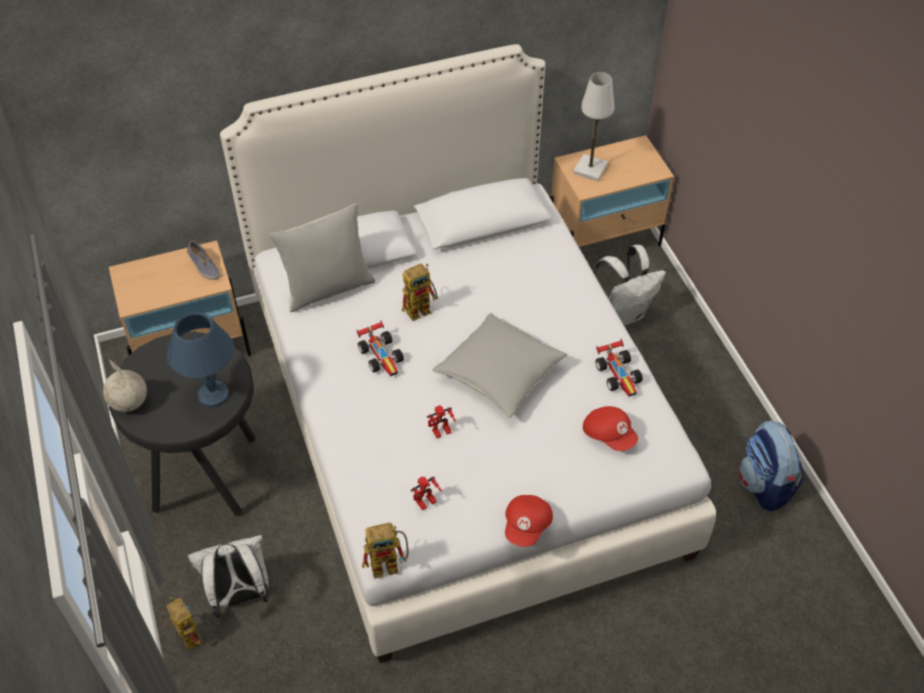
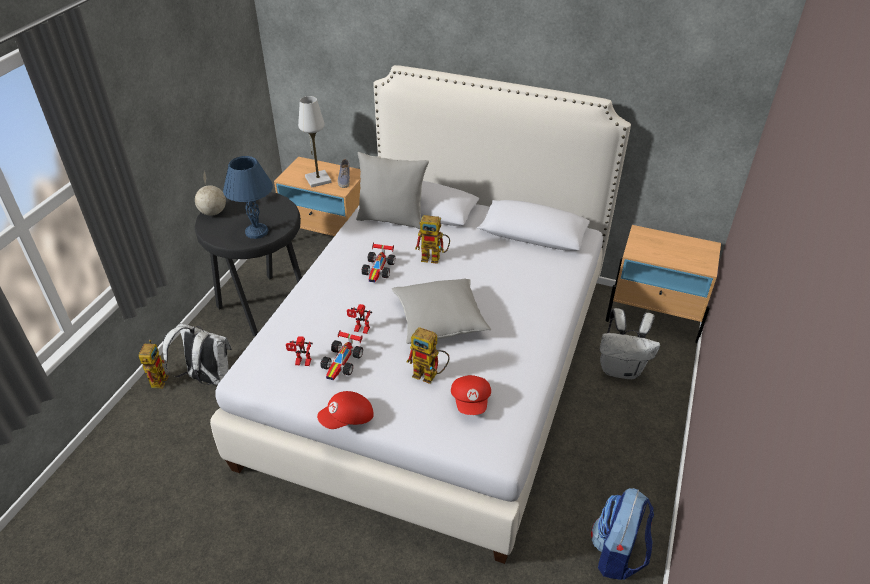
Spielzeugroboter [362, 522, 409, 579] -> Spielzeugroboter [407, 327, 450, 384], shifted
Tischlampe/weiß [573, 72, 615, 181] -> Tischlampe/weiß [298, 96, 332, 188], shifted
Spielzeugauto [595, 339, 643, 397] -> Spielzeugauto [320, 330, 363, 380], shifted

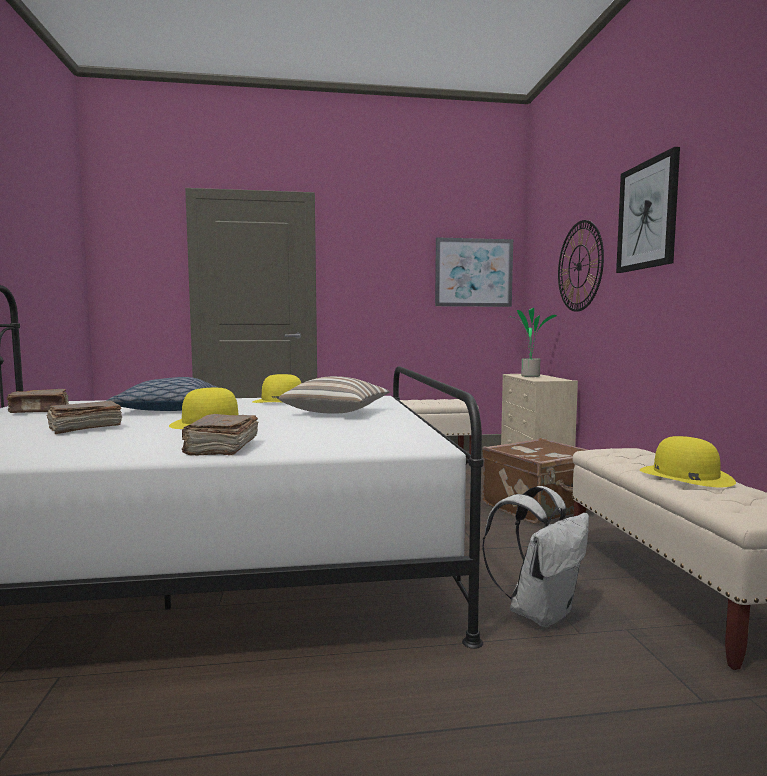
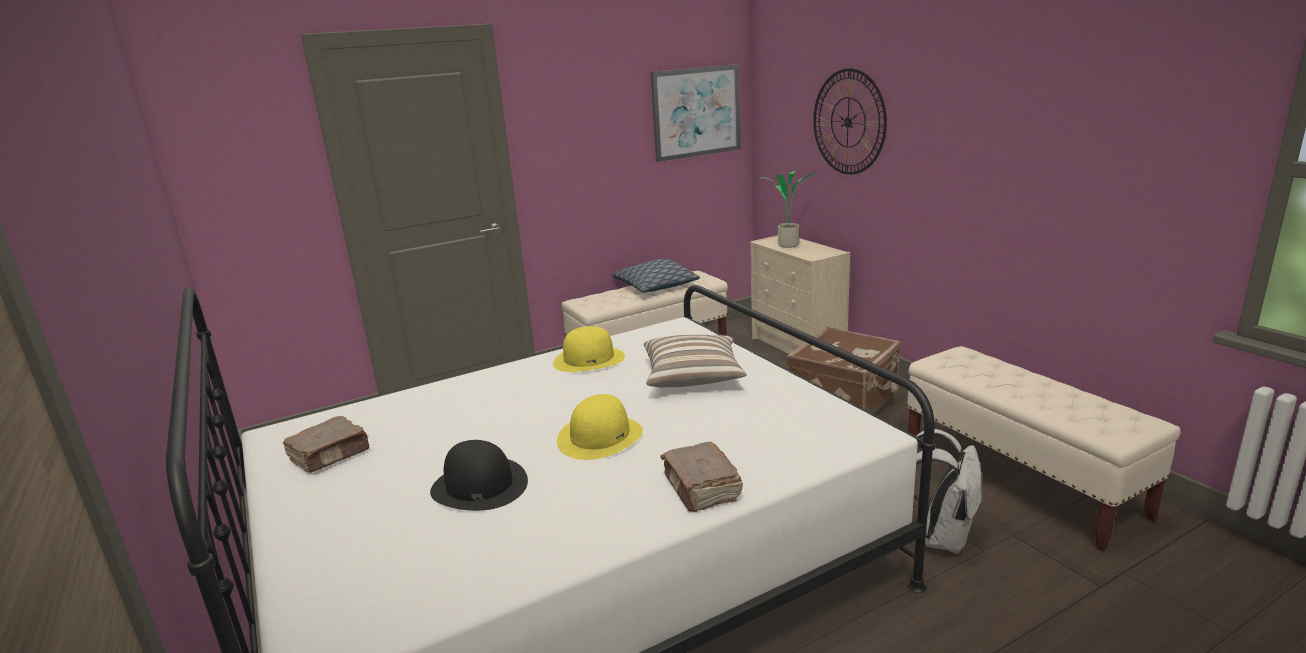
Buch/braun [47, 401, 122, 434] -> Hut/schwarz [430, 440, 528, 511]
Kissen [106, 377, 218, 411] -> Kissen [612, 259, 700, 293], shifted
Bild [616, 147, 680, 273] -> none
Hut/gelb [640, 436, 736, 487] -> none

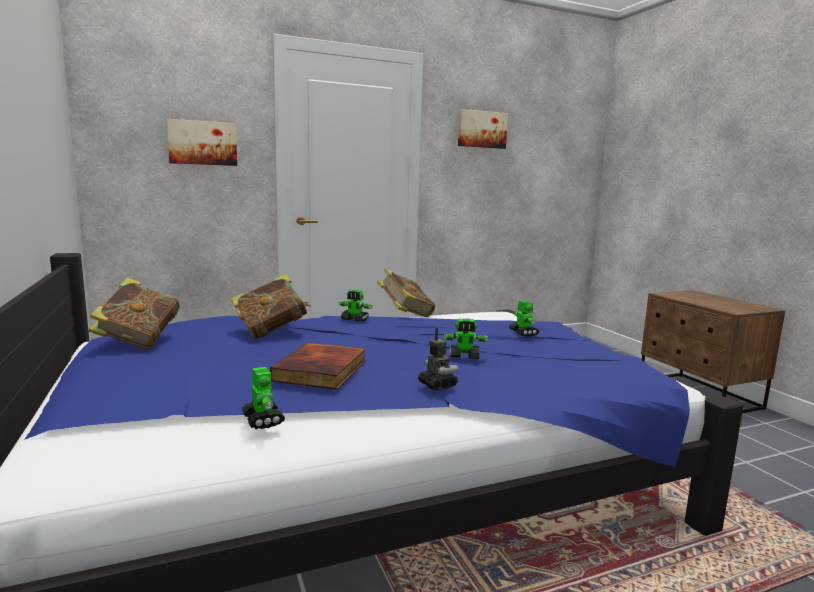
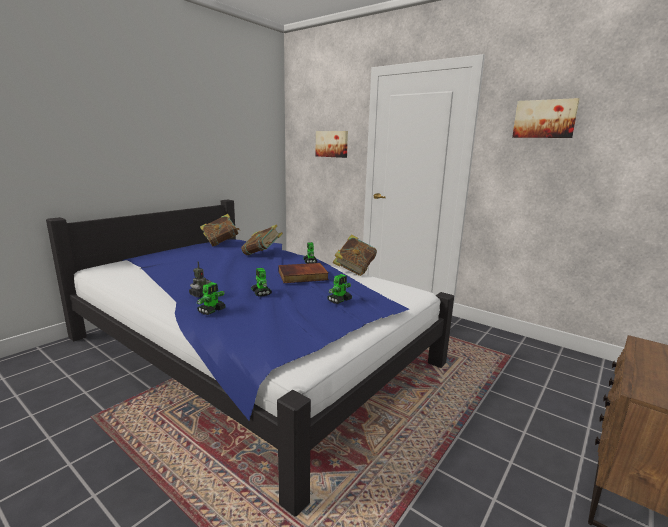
Spielzeugroboter [242, 367, 285, 429] -> Spielzeugroboter [196, 282, 226, 315], shifted
Buch [270, 343, 366, 390] -> Buch [278, 263, 329, 283], shifted

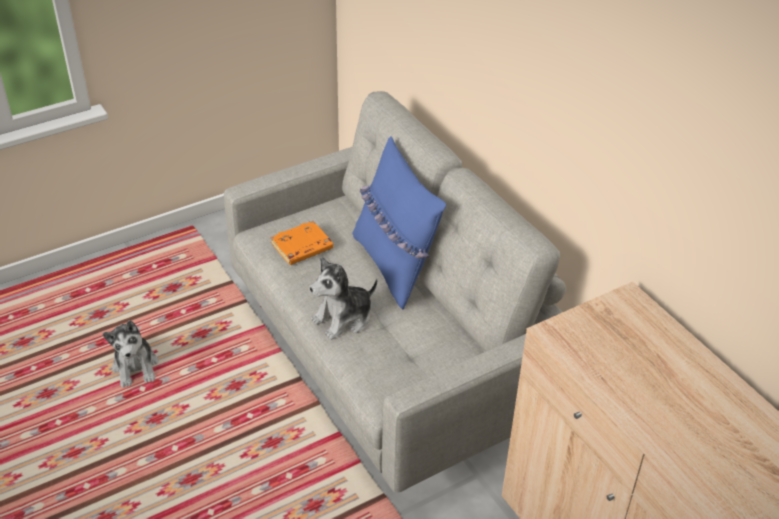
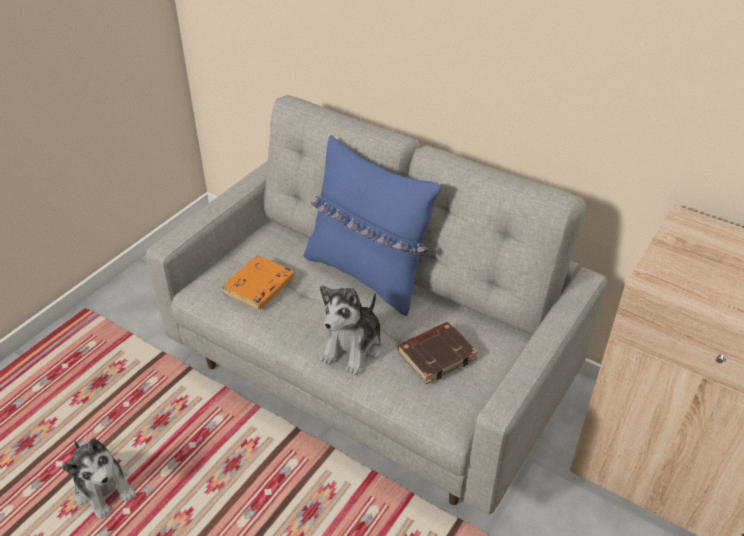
none -> Buch/braun [397, 322, 478, 384]

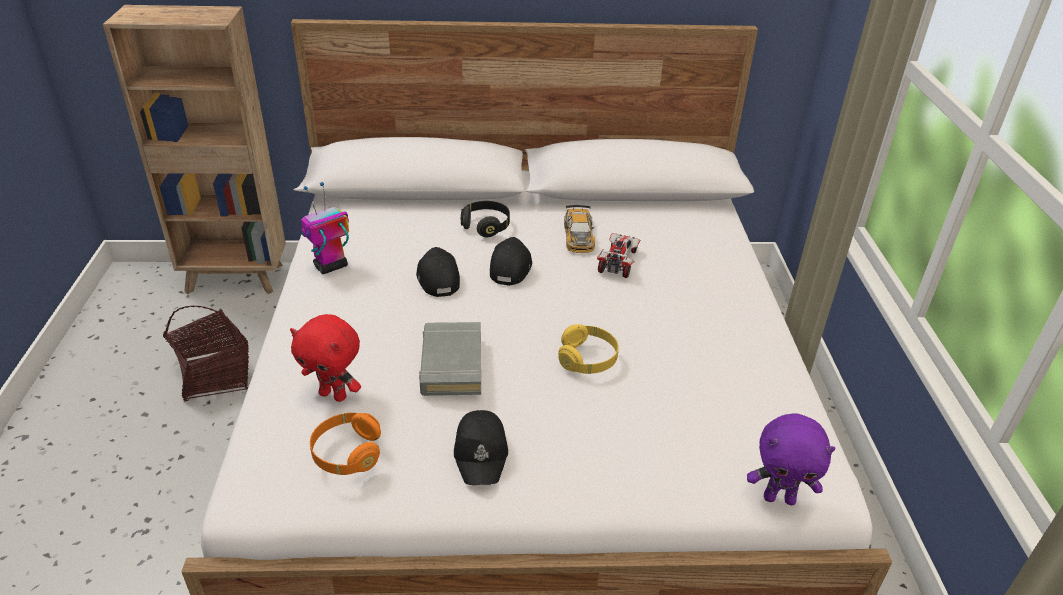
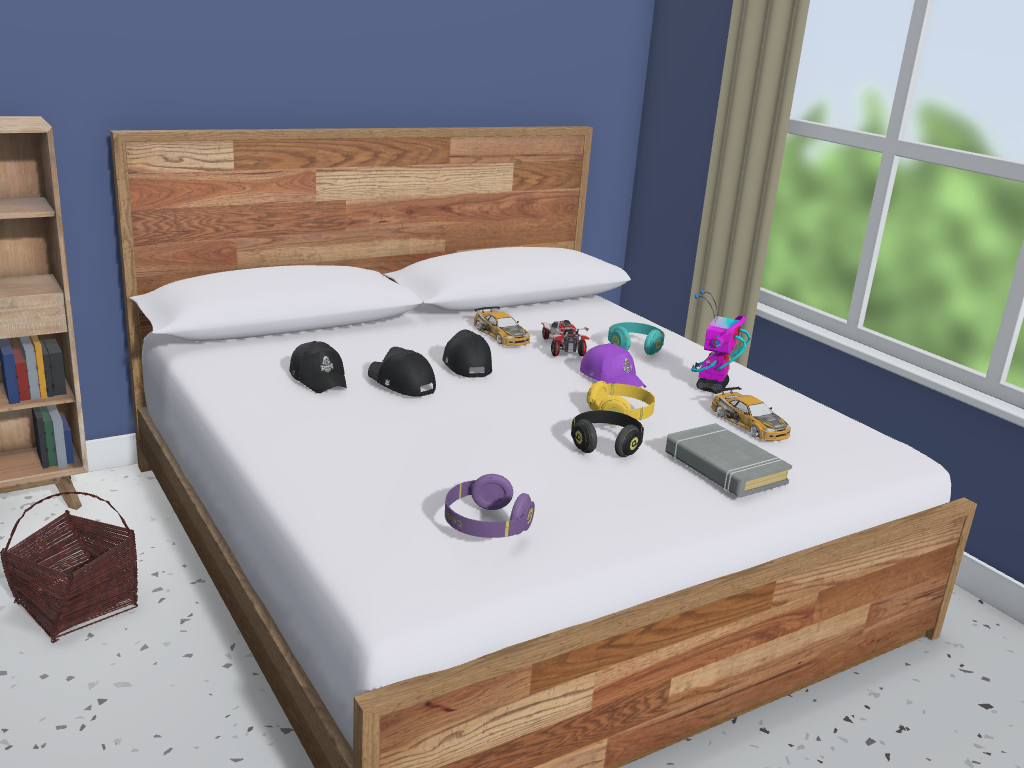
Plüschtier/rot [290, 314, 361, 402] -> none
Spielzeugroboter [301, 182, 349, 274] -> Spielzeugroboter [691, 290, 751, 393], shifted
Kopfhörer/orange [310, 412, 381, 475] -> Kopfhörer/lila [445, 474, 535, 538]
Buch/grau [419, 322, 481, 396] -> Buch/grau [665, 423, 792, 498], shifted
Kappe/schwarz [454, 410, 508, 485] -> Kappe/schwarz [289, 341, 347, 393], shifted
Kopfhörer/schwarz [461, 201, 510, 237] -> Kopfhörer/schwarz [571, 410, 644, 457], shifted
Plüschtier/lila [747, 414, 835, 505] -> none
none -> Kappe/lila [580, 343, 646, 388]
none -> Kopfhörer/türkis [608, 322, 665, 355]
none -> Spielzeugauto [711, 387, 791, 441]

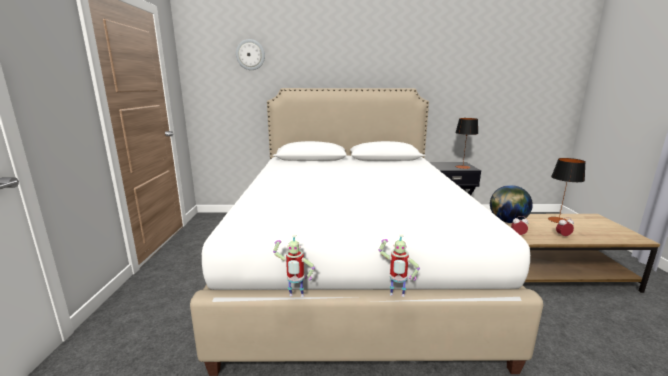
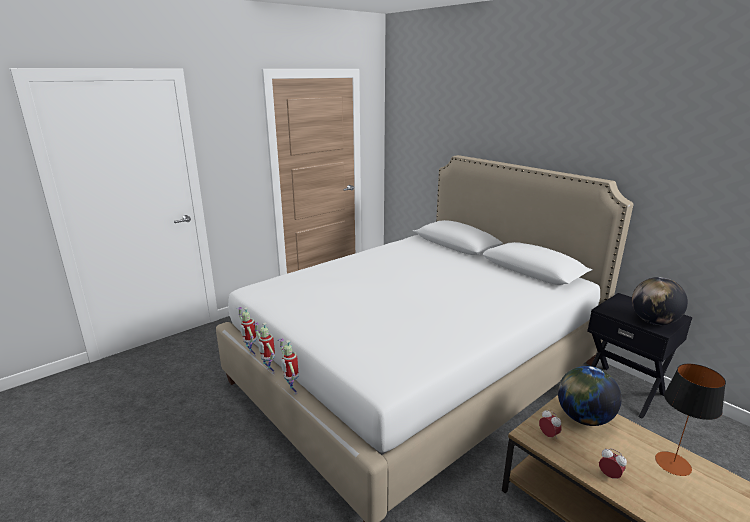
Wanduhr [236, 39, 265, 70] -> none
Tischlampe [455, 118, 478, 169] -> Globus [632, 277, 688, 325]
none -> Spielzeugroboter [253, 323, 275, 374]

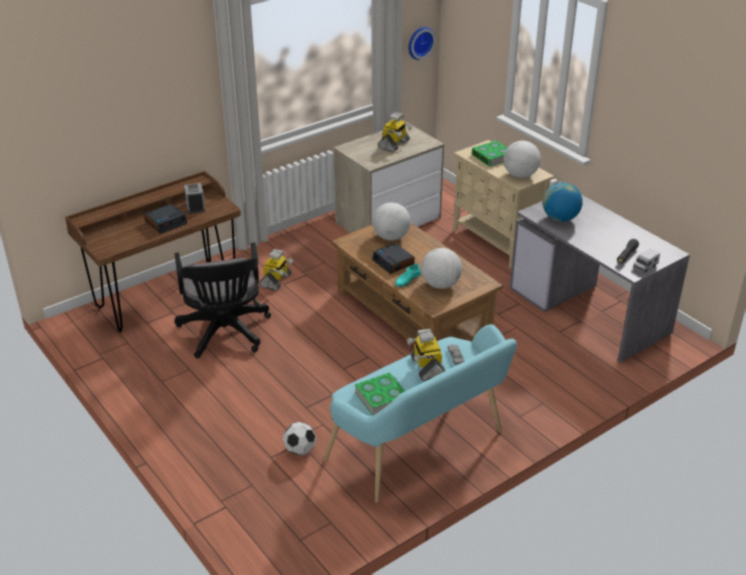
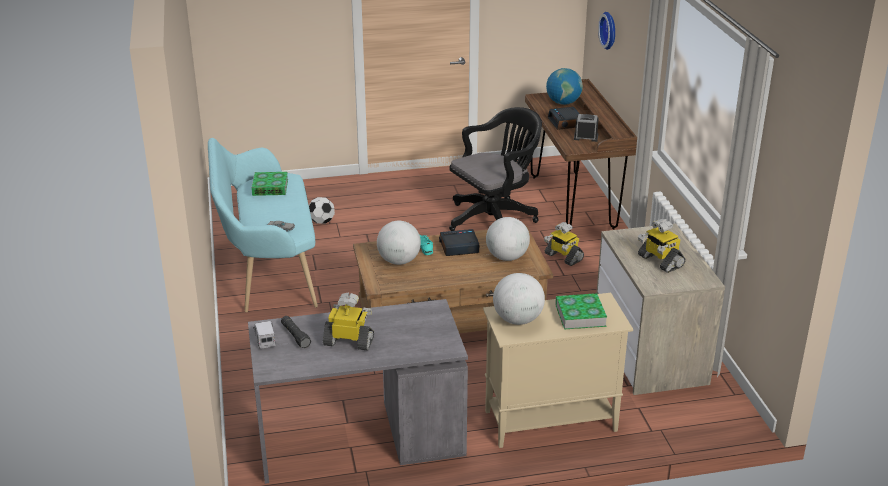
Bürostuhl/schwarz [174, 243, 271, 358] -> Bürostuhl/schwarz [449, 107, 542, 231], 135 degrees clockwise
Spielzeugroboter [407, 329, 445, 381] -> Spielzeugroboter [323, 293, 374, 351], shifted
Wanduhr [408, 27, 436, 60] -> Wanduhr [598, 12, 615, 50], shifted
Globus [543, 182, 583, 222] -> Globus [546, 68, 583, 105], shifted

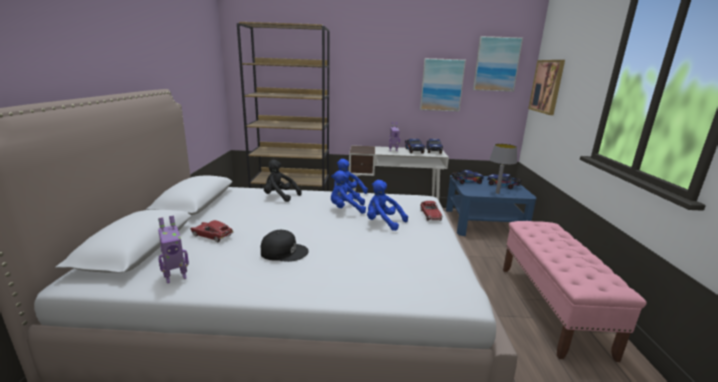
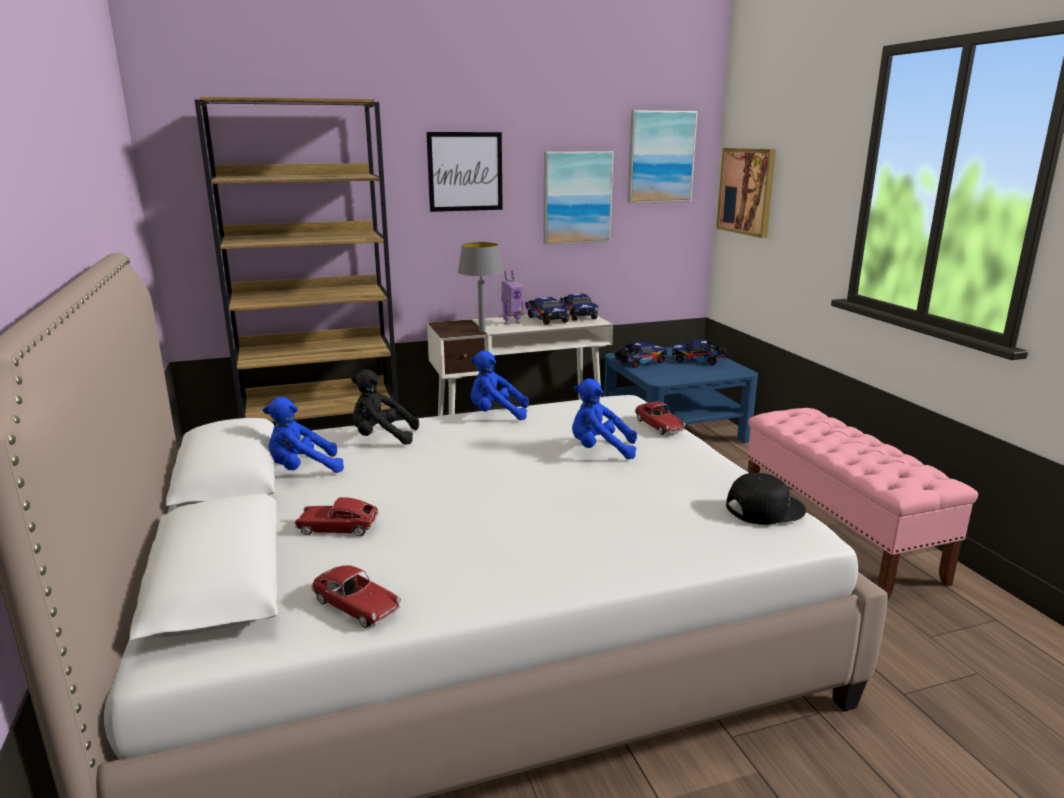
Spielzeugroboter [158, 216, 189, 283] -> Spielzeugauto [312, 565, 401, 628]
Kappe/schwarz [261, 230, 309, 262] -> Kappe/schwarz [726, 473, 806, 525], shifted
Plüschtier/blau [331, 171, 366, 214] -> Plüschtier/blau [263, 397, 344, 473], shifted
Tischlampe/grau [489, 144, 517, 194] -> Tischlampe/grau [458, 242, 504, 332], shifted
none -> Bild [426, 132, 503, 212]

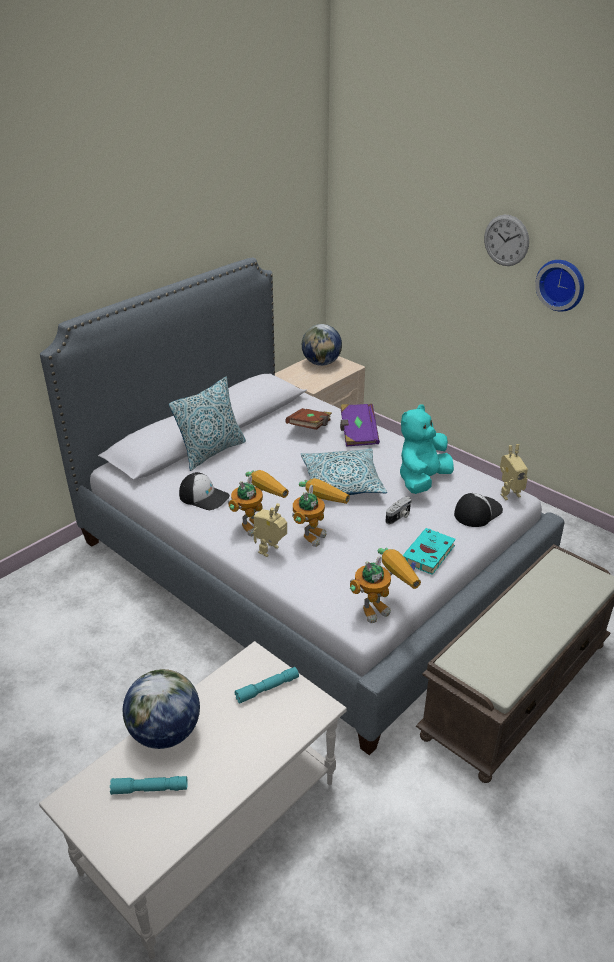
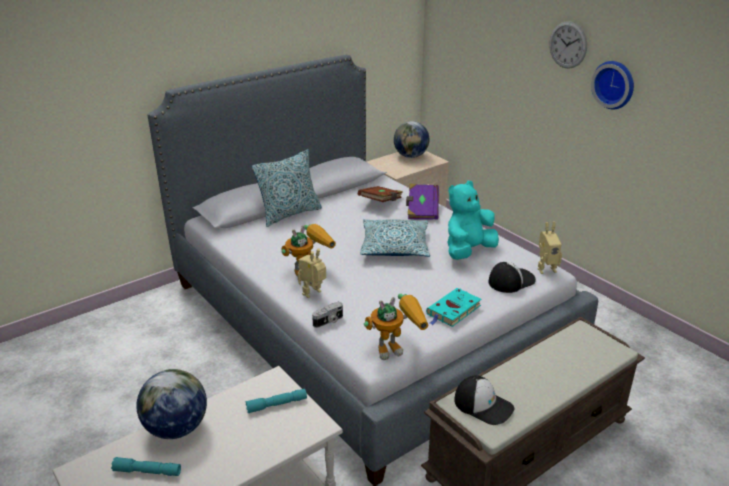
Kappe [179, 472, 230, 510] -> Kappe [454, 375, 515, 425], shifted
Spielzeugroboter [292, 478, 350, 547] -> none
Kamera [385, 496, 412, 524] -> Kamera [312, 302, 343, 328], shifted

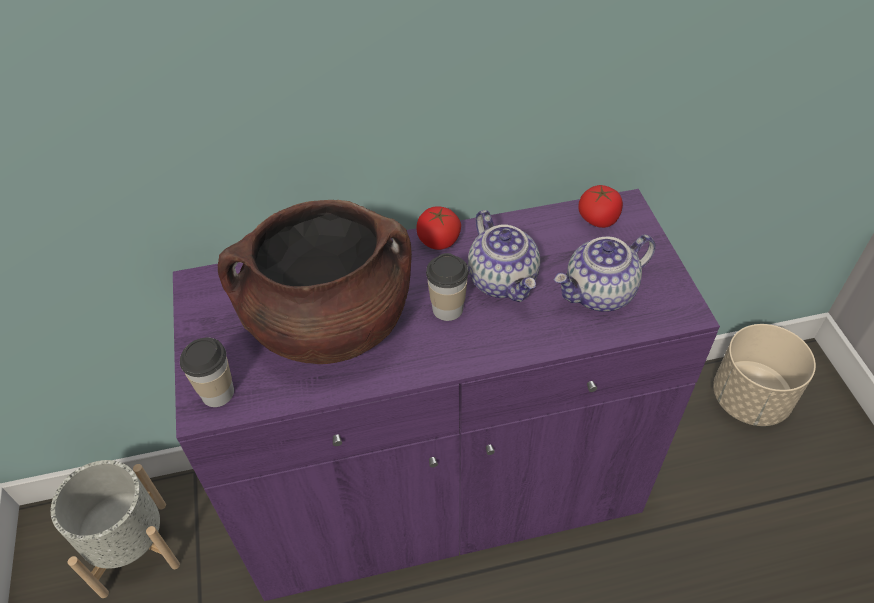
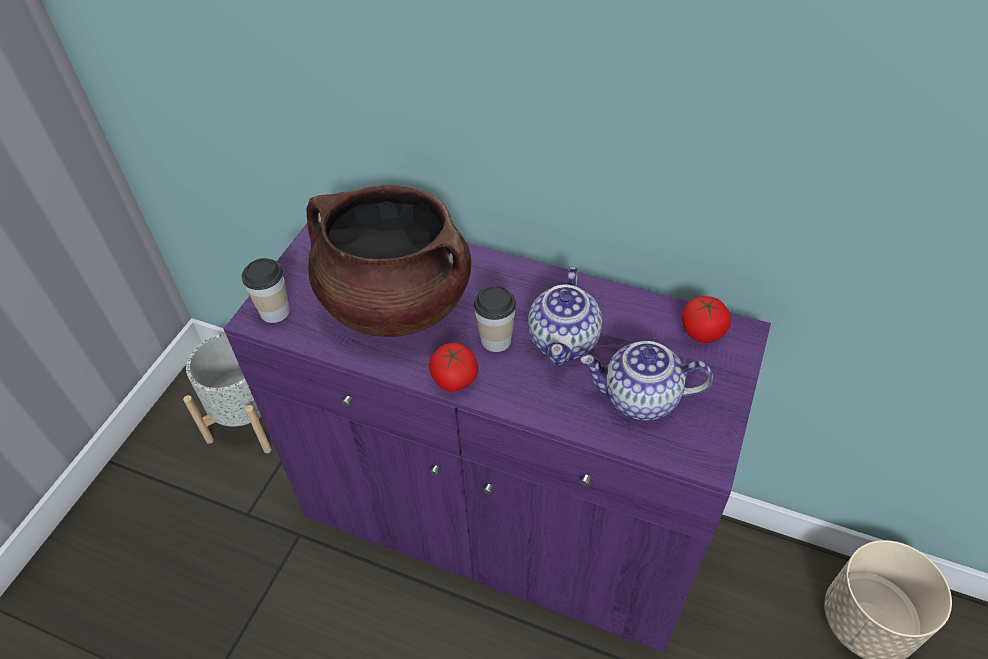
Tomate [416, 206, 461, 250] -> Tomate [429, 343, 478, 392], shifted

